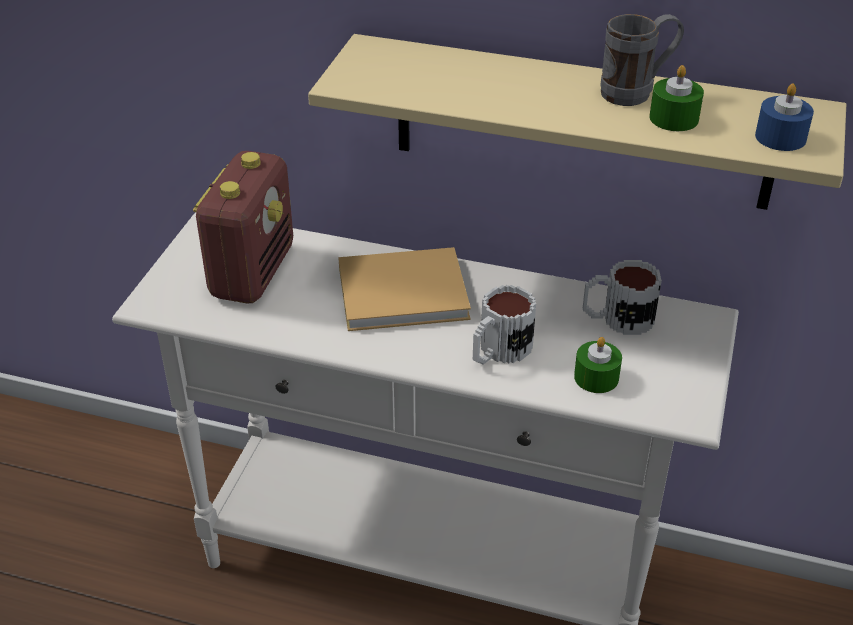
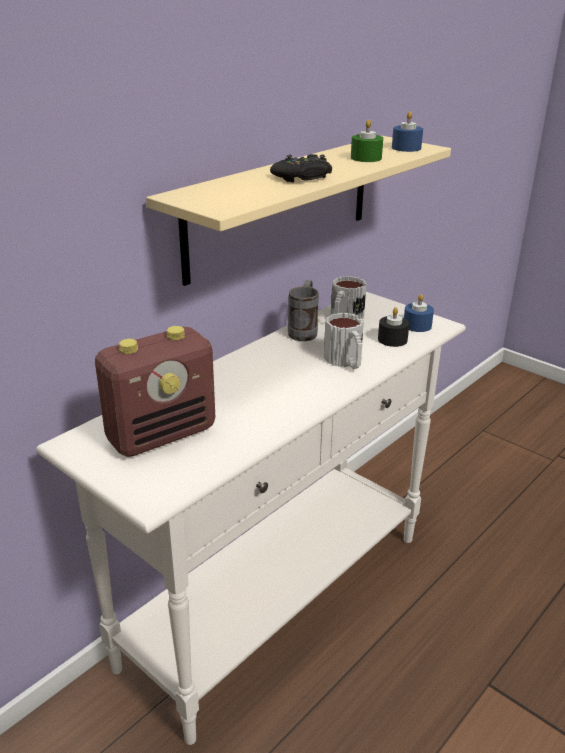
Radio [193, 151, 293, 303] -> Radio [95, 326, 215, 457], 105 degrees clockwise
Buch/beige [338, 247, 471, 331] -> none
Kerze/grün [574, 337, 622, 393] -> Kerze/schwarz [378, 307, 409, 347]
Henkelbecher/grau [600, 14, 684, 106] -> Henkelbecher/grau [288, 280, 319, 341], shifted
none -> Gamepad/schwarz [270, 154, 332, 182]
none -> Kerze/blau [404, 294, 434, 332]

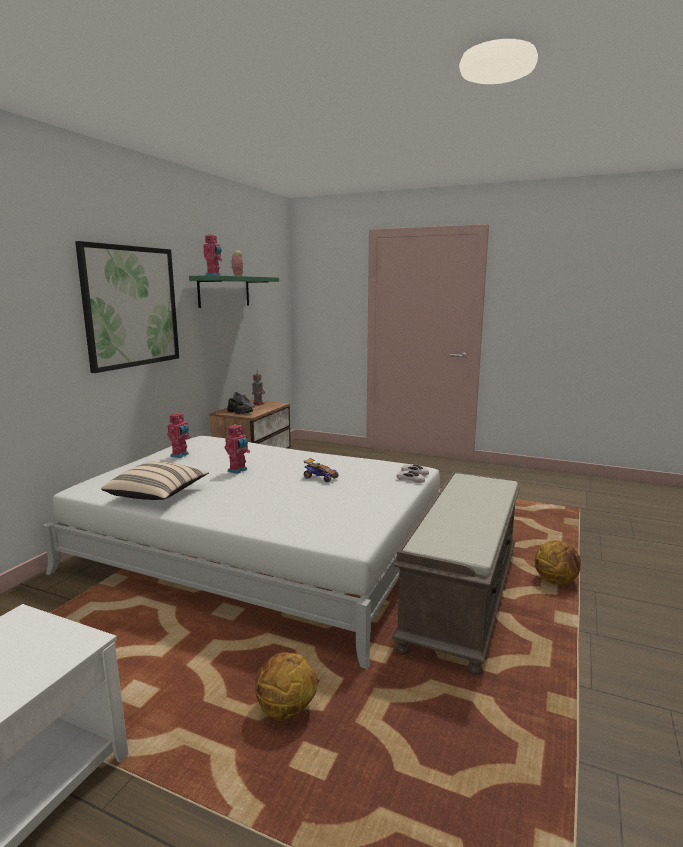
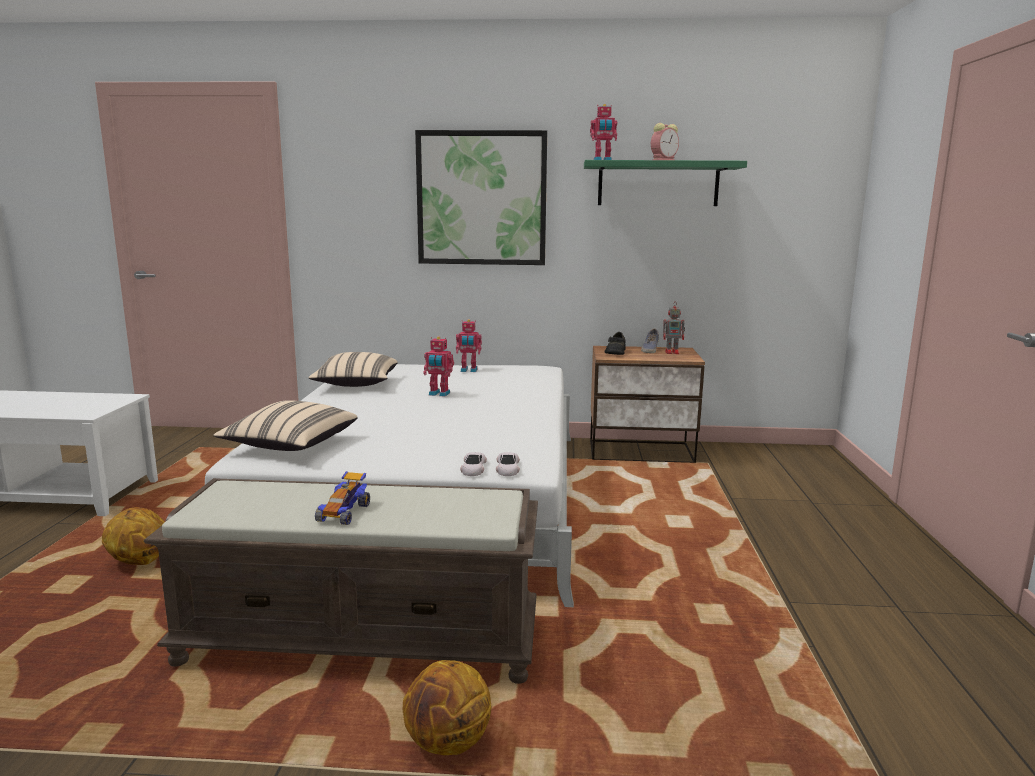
Spielzeugauto [304, 458, 339, 482] -> Spielzeugauto [315, 471, 370, 525], shifted
none -> Kissen/beige [214, 400, 358, 451]

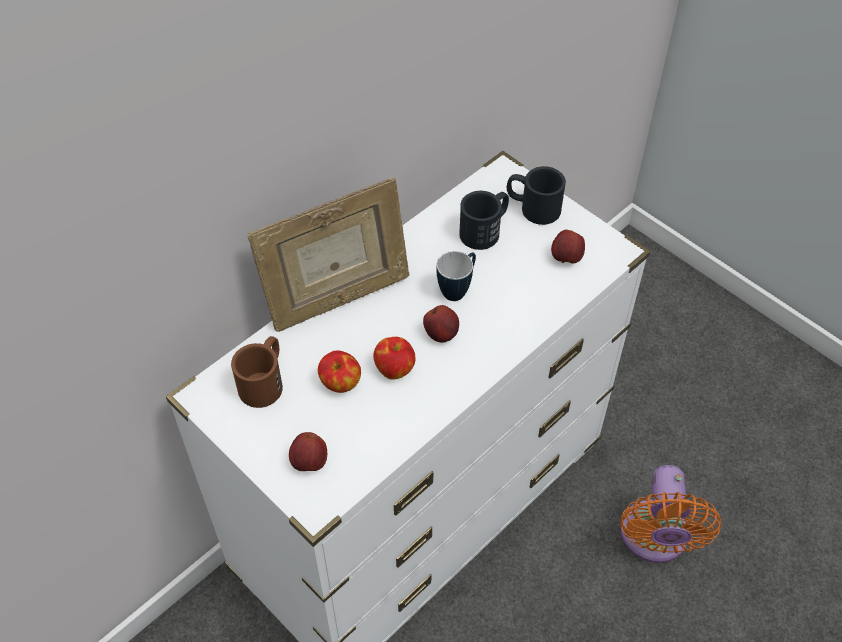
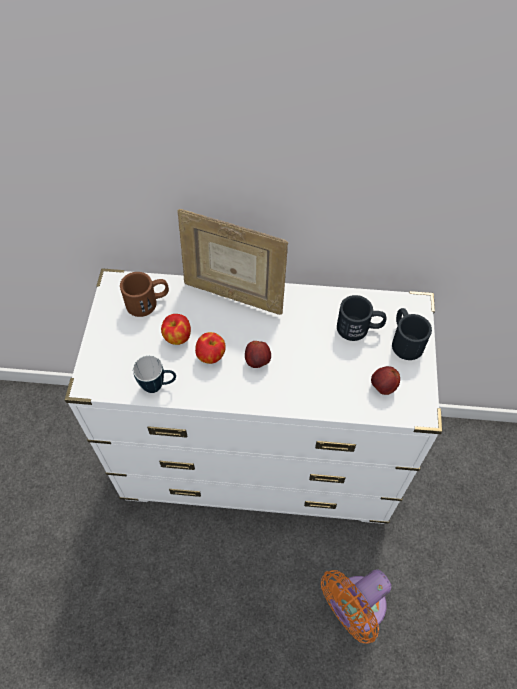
Apfel [289, 432, 327, 471] -> none
Henkelbecher [436, 251, 476, 301] -> Henkelbecher [133, 356, 176, 393], shifted

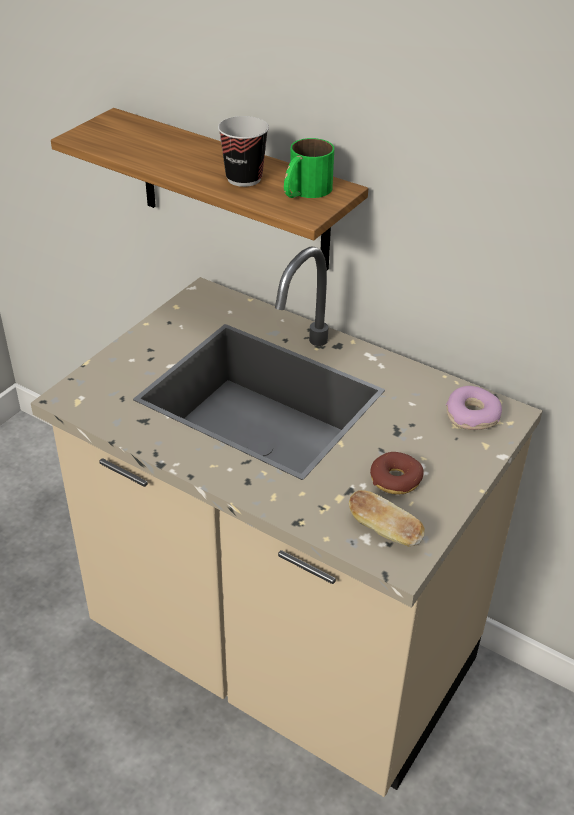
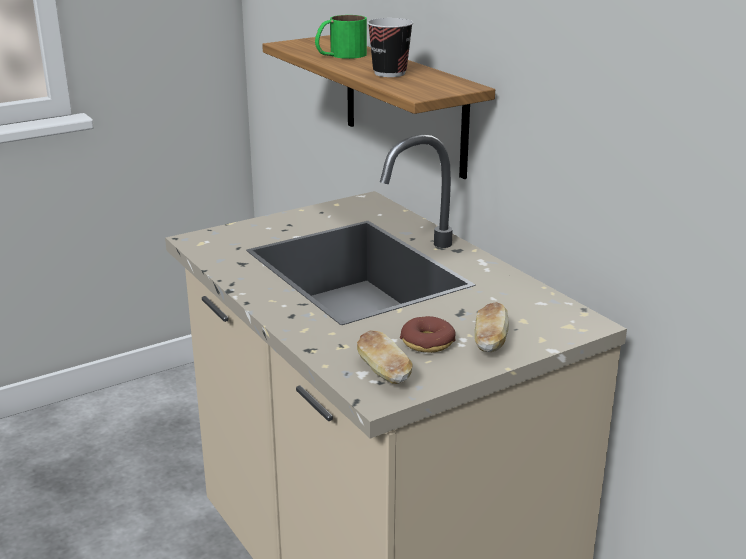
Henkelbecher/grün [284, 138, 334, 198] -> Henkelbecher/grün [315, 15, 367, 59], shifted
Donut [446, 386, 502, 430] -> none
none -> Brot [474, 302, 509, 352]

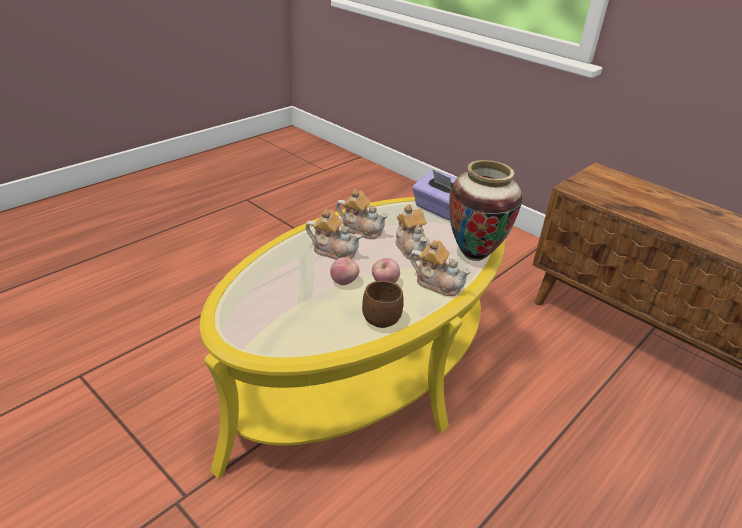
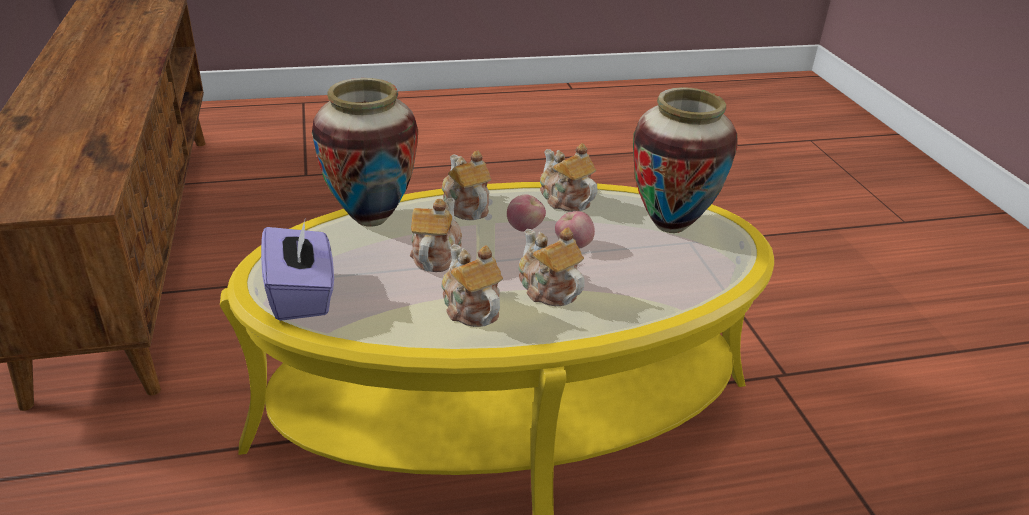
Henkelbecher/braun [362, 280, 403, 328] -> Teekanne [540, 143, 597, 212]
none -> Vase [633, 87, 738, 233]

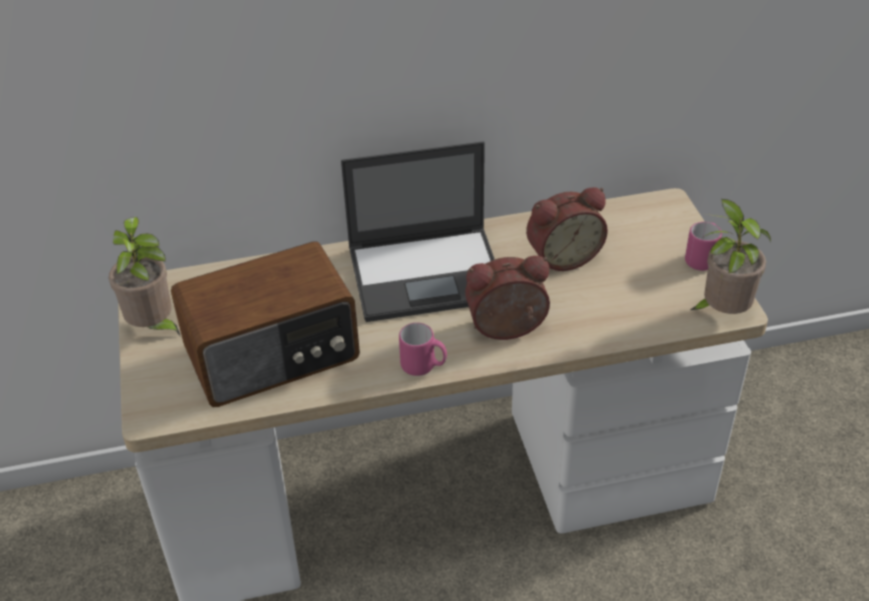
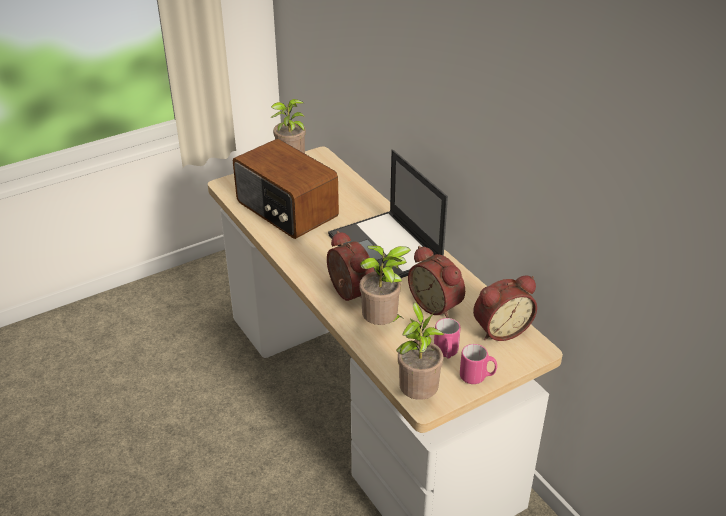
Henkelbecher/rosa [399, 323, 447, 376] -> Henkelbecher/rosa [434, 318, 461, 359], shifted
none -> Topfpflanze [360, 246, 412, 325]
none -> Wecker [473, 275, 537, 341]

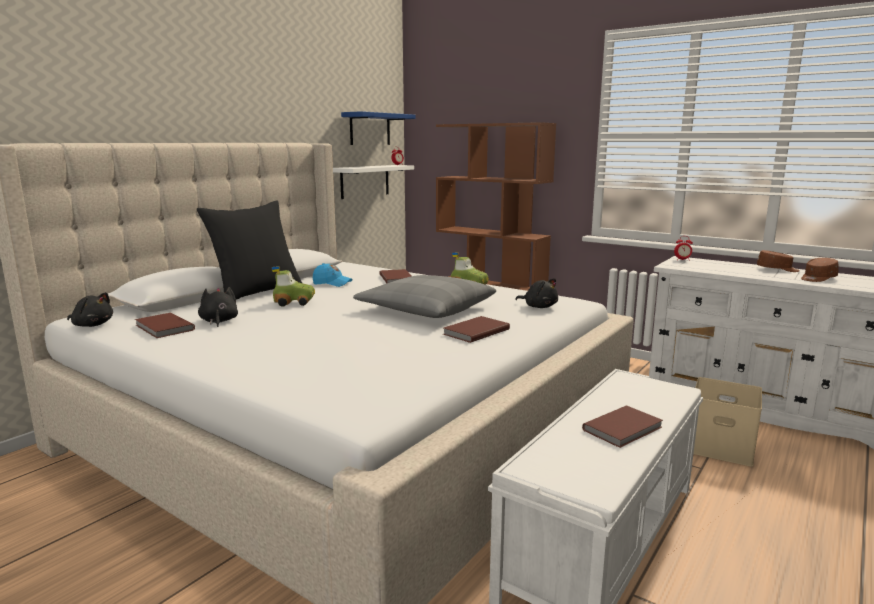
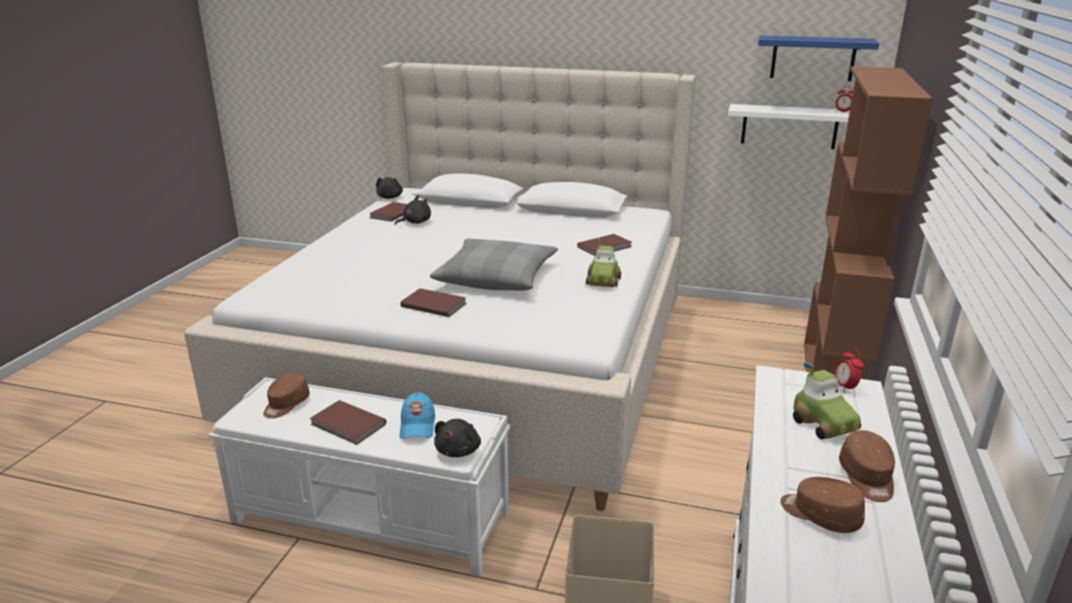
Kissen/schwarz [197, 200, 302, 299] -> none
Spielzeugauto [272, 266, 315, 307] -> Spielzeugauto [793, 362, 861, 439], shifted
Kappe/blau [313, 263, 353, 287] -> Kappe/blau [399, 393, 435, 439], shifted
Plüschtier/schwarz [515, 278, 558, 308] -> Plüschtier/schwarz [434, 419, 481, 457], shifted
none -> Kappe/braun [263, 372, 310, 418]

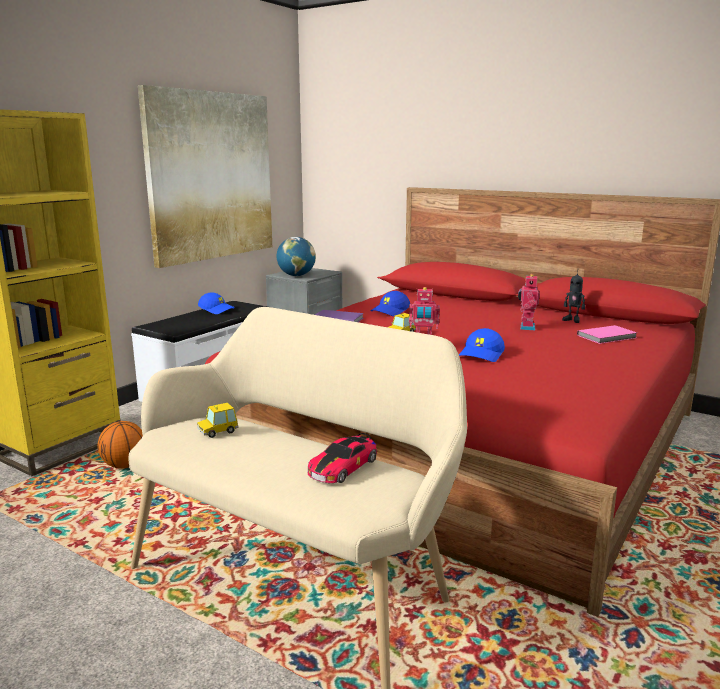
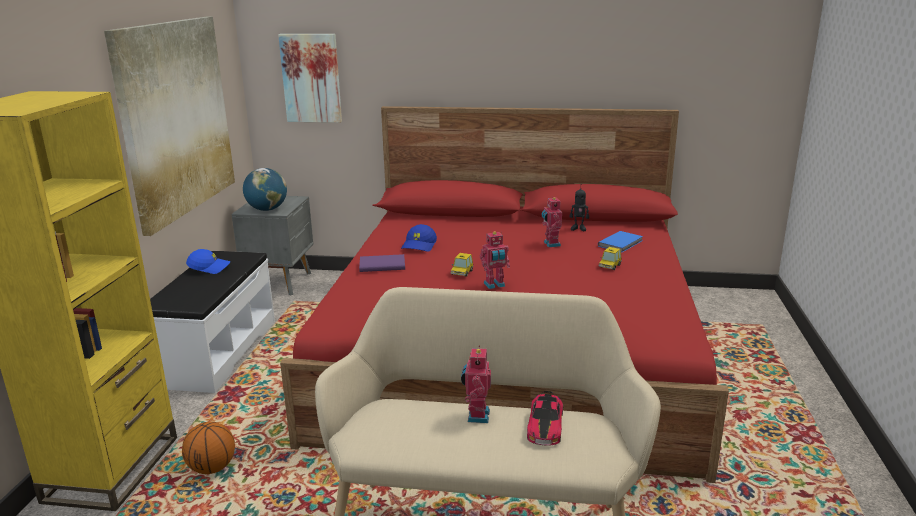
Spielzeugauto [197, 403, 239, 438] -> Spielzeugauto [599, 247, 622, 270], shifted
Kappe/blau [459, 328, 505, 362] -> none
Buch/rosa [577, 325, 637, 344] -> Buch/blau [598, 231, 643, 252]
none -> Bild [278, 34, 342, 123]
none -> Spielzeugroboter [461, 345, 491, 423]

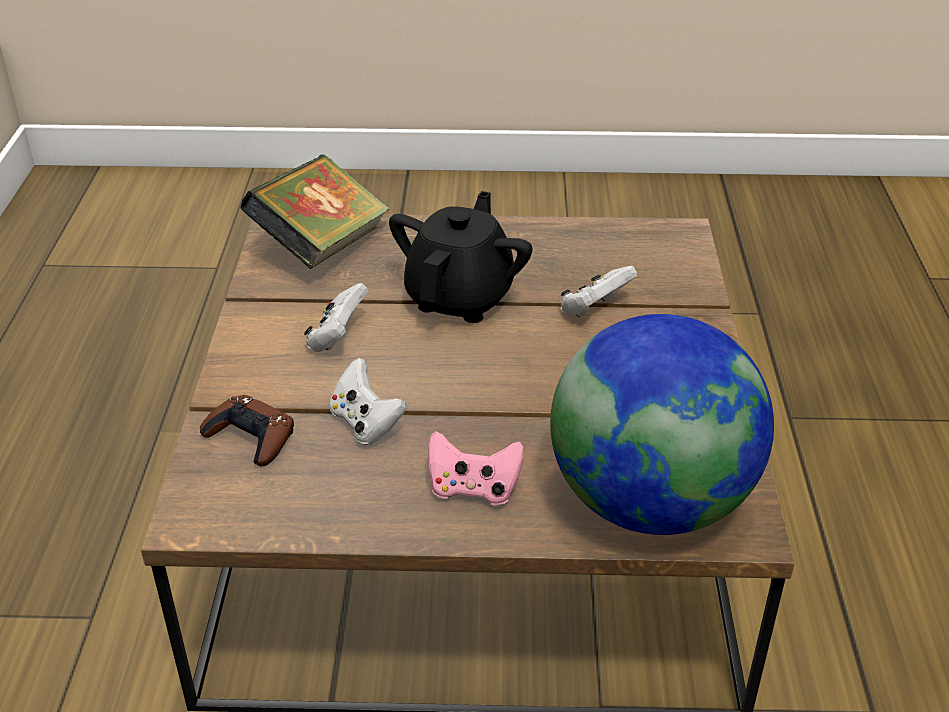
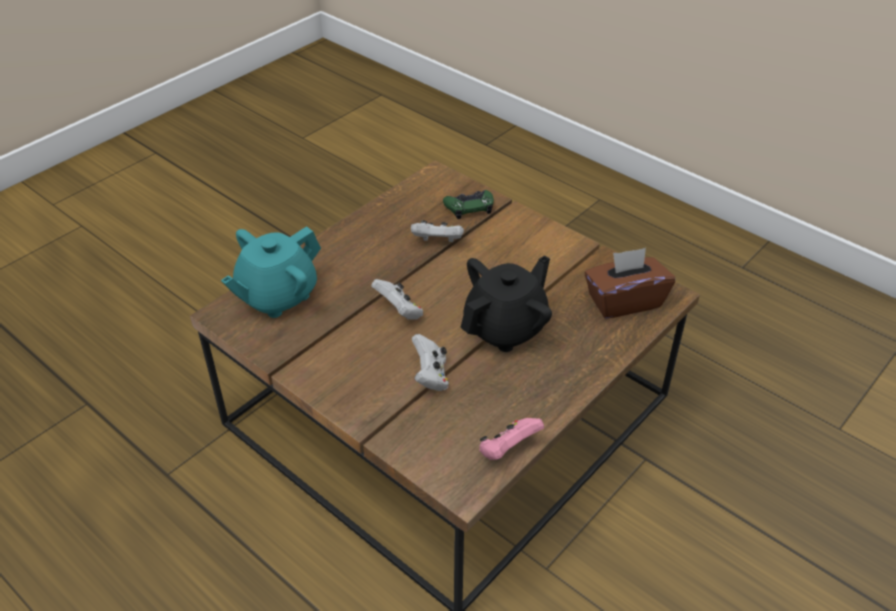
Gamepad/braun [200, 395, 294, 467] -> Gamepad/grün [443, 190, 494, 219]
Buch [240, 154, 389, 269] -> Taschentuchbox/braun [584, 248, 675, 319]
Gamepad/weiß [304, 283, 368, 352] -> Gamepad/weiß [371, 279, 423, 320], shifted
Teekanne/schwarz [389, 191, 532, 323] -> Teekanne/schwarz [460, 255, 552, 352], 105 degrees counterclockwise
Gamepad/rosa [428, 431, 524, 506] -> Gamepad/rosa [479, 418, 544, 460], shifted
Globus [550, 314, 774, 535] -> Teekanne/türkis [221, 226, 321, 318]

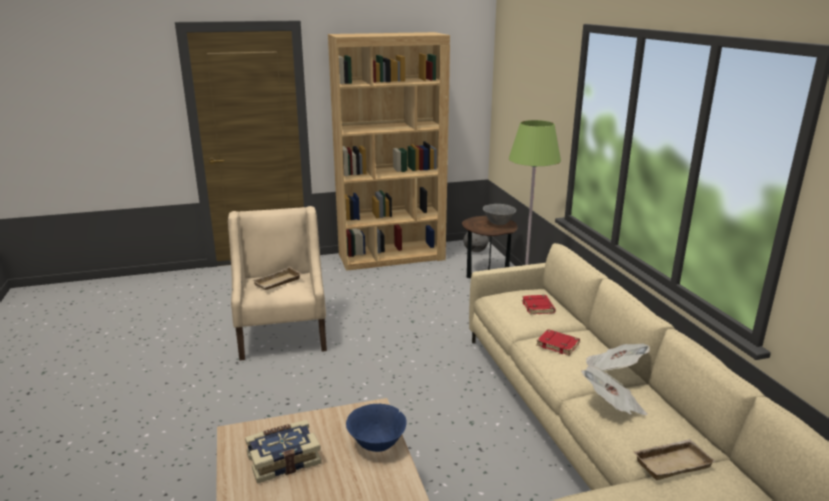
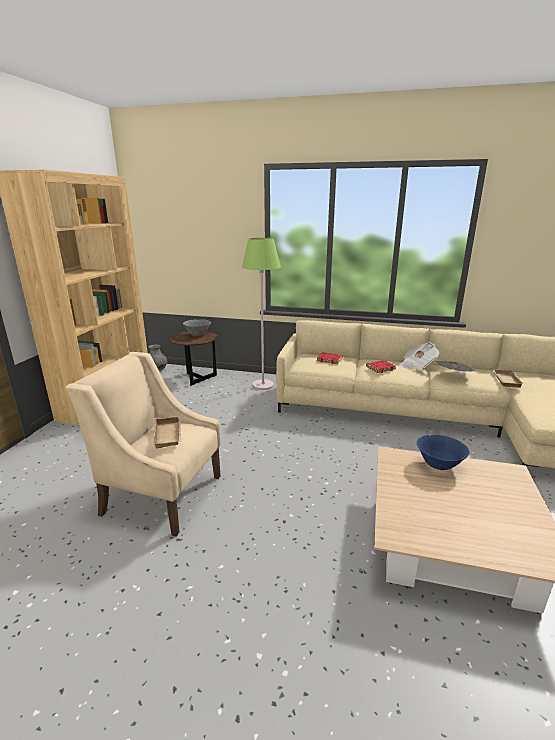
Buch [245, 420, 322, 484] -> none

